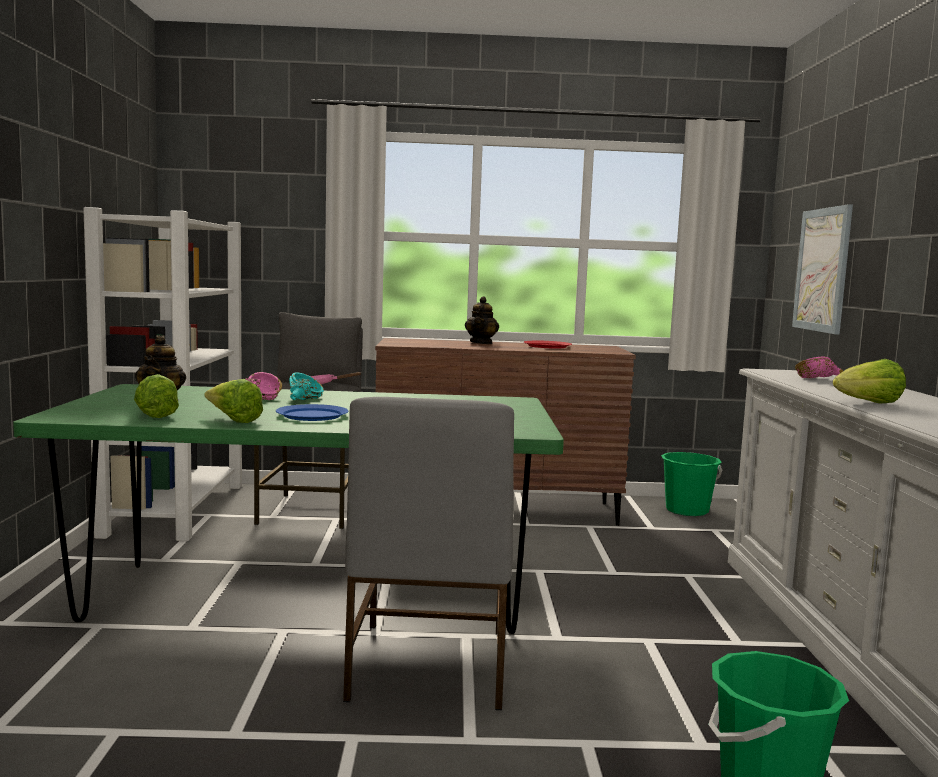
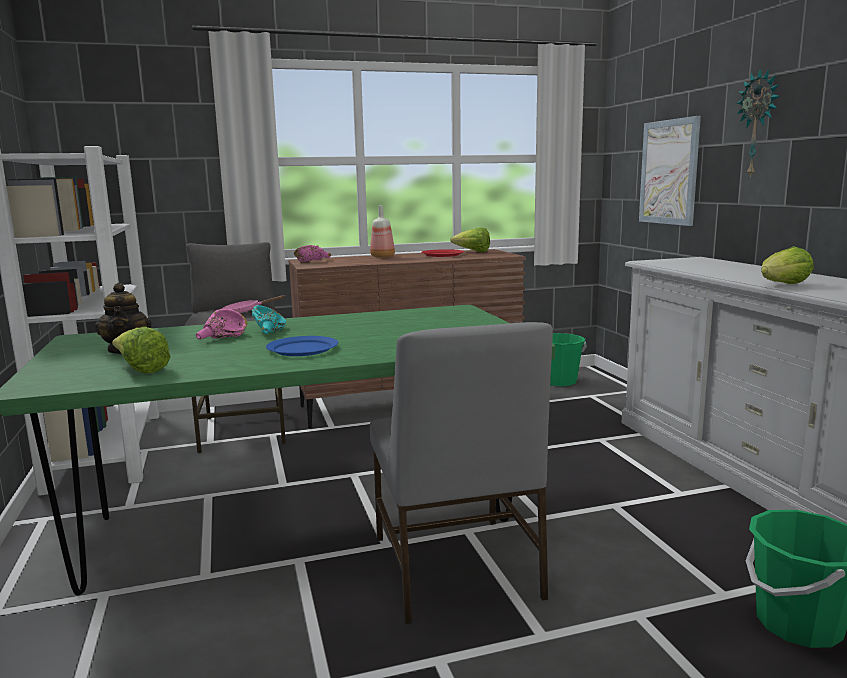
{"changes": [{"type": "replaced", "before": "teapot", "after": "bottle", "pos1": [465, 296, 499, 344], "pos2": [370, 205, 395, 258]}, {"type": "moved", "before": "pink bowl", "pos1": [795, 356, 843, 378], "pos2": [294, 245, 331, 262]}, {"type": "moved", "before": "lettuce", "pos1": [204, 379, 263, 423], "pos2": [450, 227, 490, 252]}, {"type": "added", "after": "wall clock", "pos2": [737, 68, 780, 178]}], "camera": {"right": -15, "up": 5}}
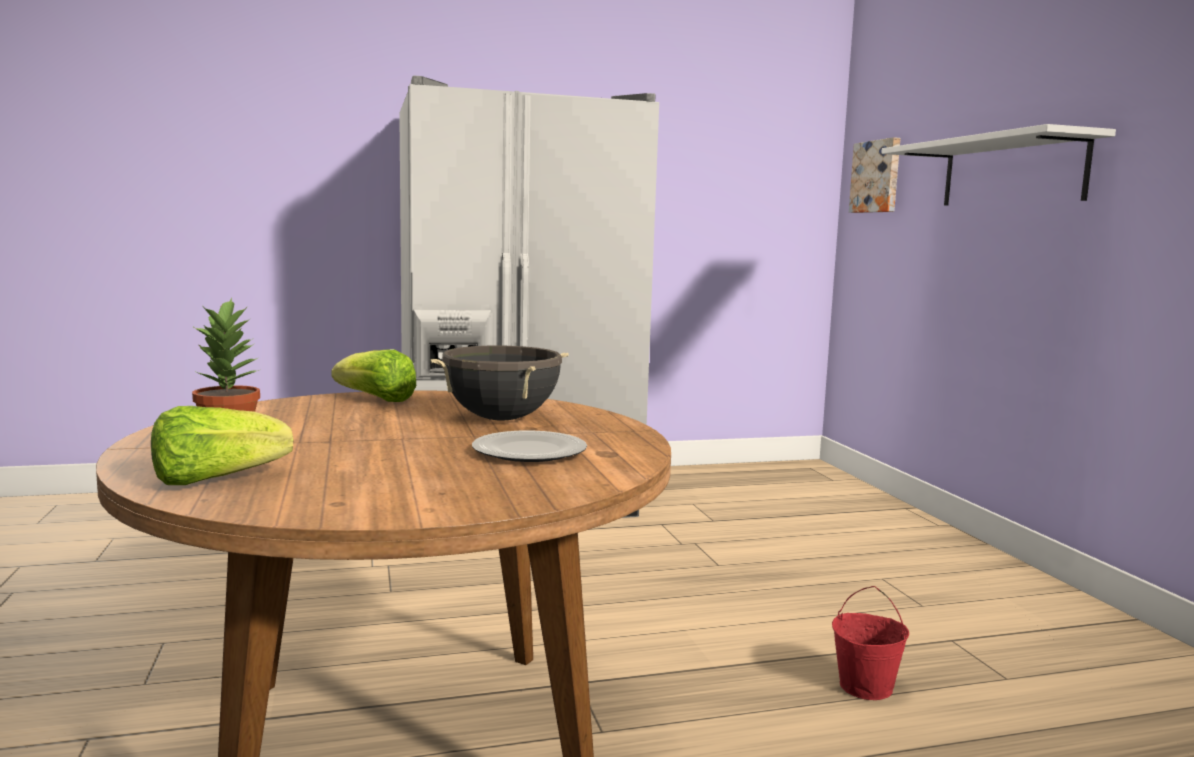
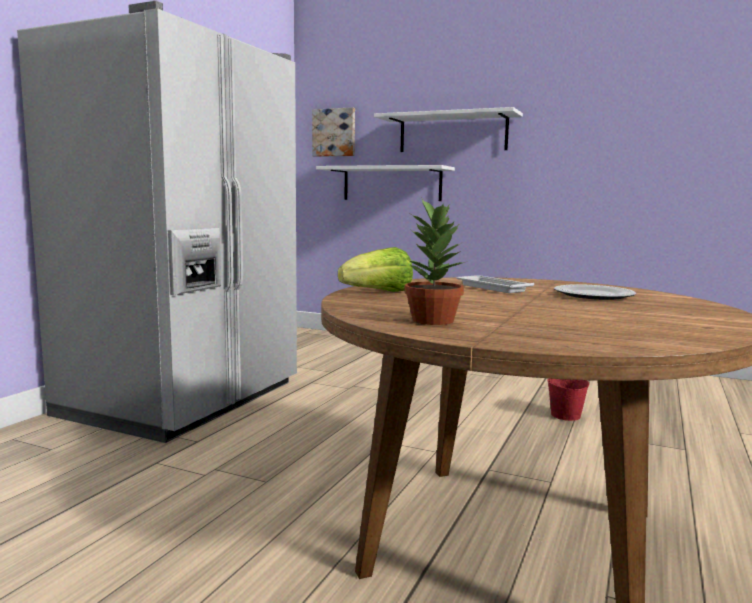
{"changes": [{"type": "replaced", "before": "black cooking pot", "after": "white tray", "pos1": [430, 346, 569, 421], "pos2": [456, 275, 534, 293]}, {"type": "removed", "before": "lettuce", "pos1": [151, 406, 293, 485]}, {"type": "added", "after": "white shelf", "pos2": [316, 165, 455, 201]}], "camera": {"right": -50, "up": 0}}
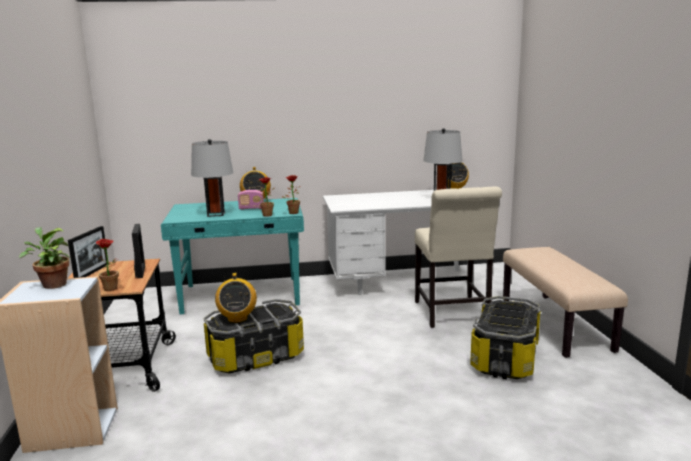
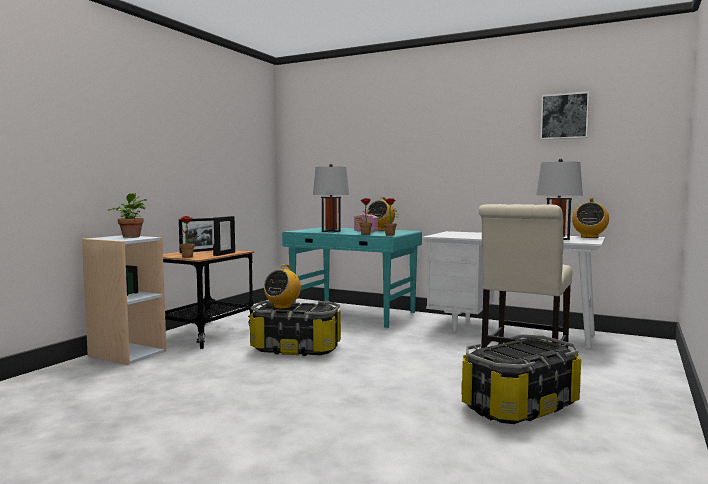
{"changes": [{"type": "removed", "before": "beige bench", "pos1": [503, 247, 628, 358]}, {"type": "added", "after": "picture", "pos2": [540, 91, 590, 140]}], "camera": {"right": 35, "up": -10}}
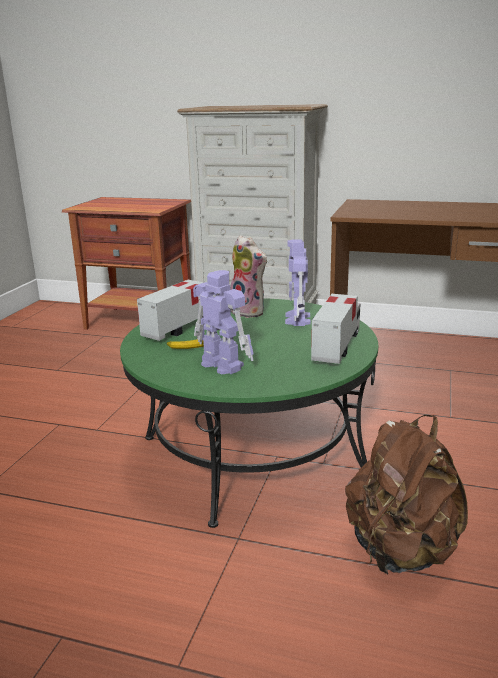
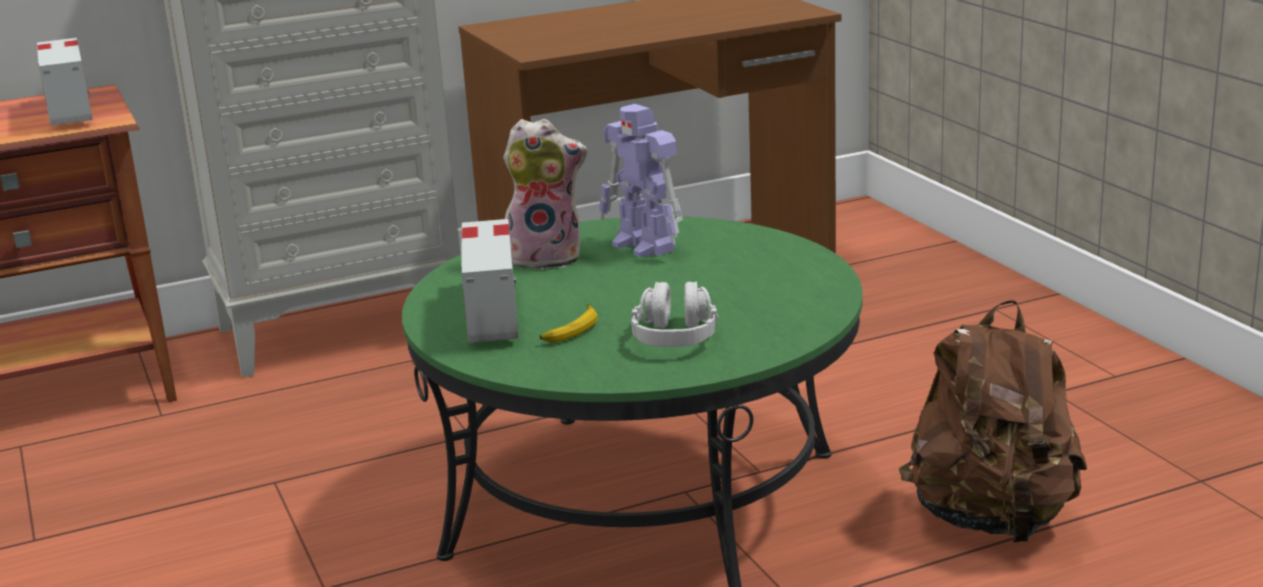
{"changes": [{"type": "replaced", "before": "toy robot", "after": "grey headphones", "pos1": [193, 270, 254, 375], "pos2": [631, 282, 718, 347]}, {"type": "moved", "before": "toy truck", "pos1": [311, 294, 361, 364], "pos2": [37, 38, 93, 126]}], "camera": {"right": -40, "up": 0}}
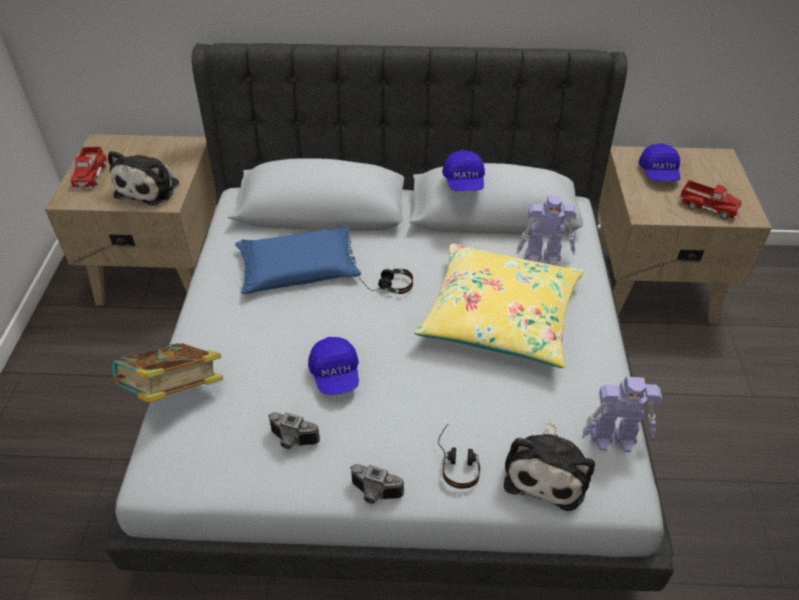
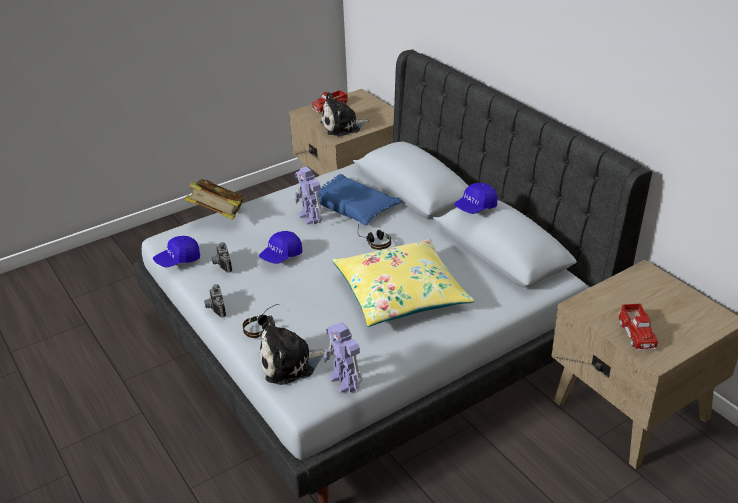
{"changes": [{"type": "moved", "before": "blue cap", "pos1": [638, 143, 680, 181], "pos2": [153, 236, 200, 268]}, {"type": "moved", "before": "toy robot", "pos1": [517, 196, 576, 266], "pos2": [295, 166, 323, 224]}], "camera": {"right": 55, "up": -10}}
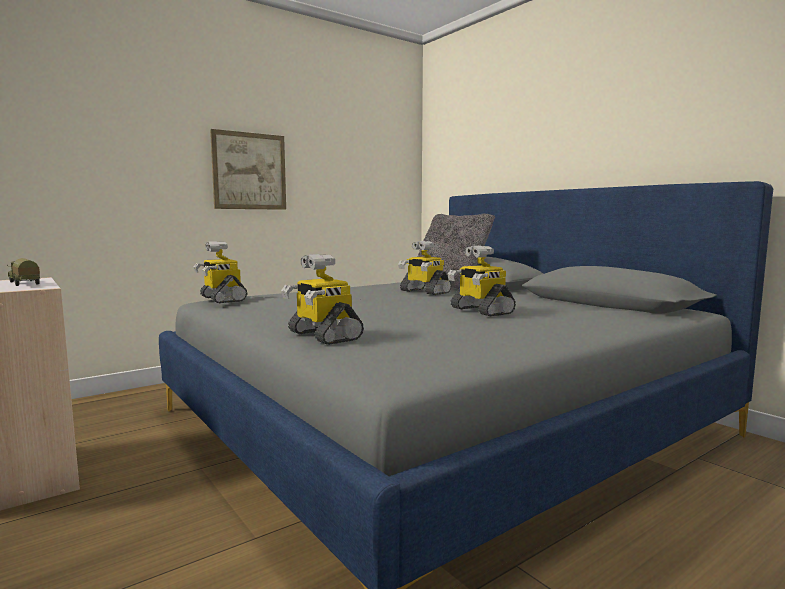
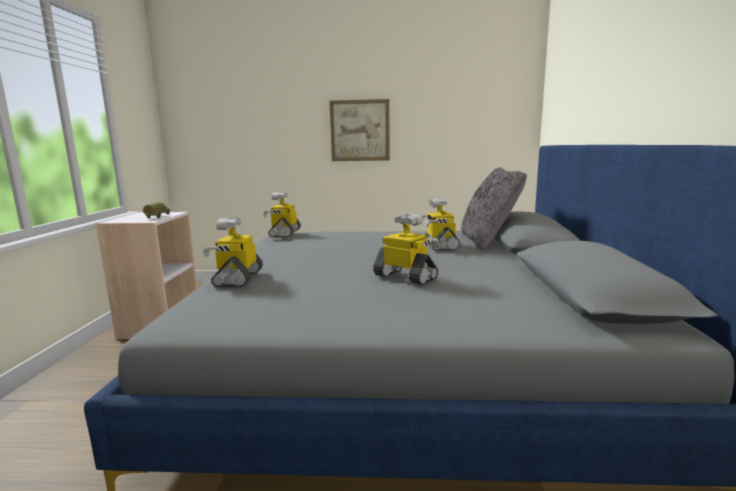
{"changes": [{"type": "turned", "before": "toy robot", "pos1": [447, 246, 516, 316], "pos2": [373, 213, 439, 285], "turn": 120}], "camera": {"right": 40, "up": 5}}
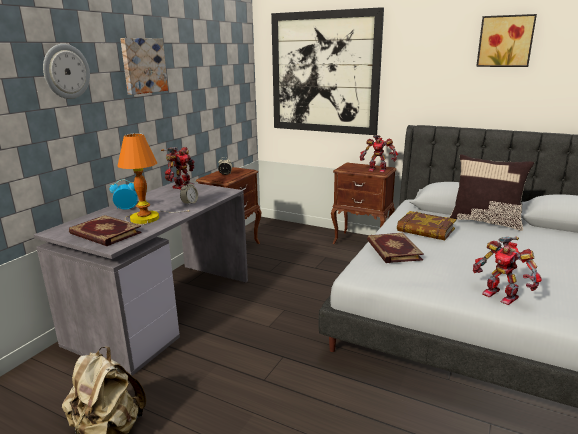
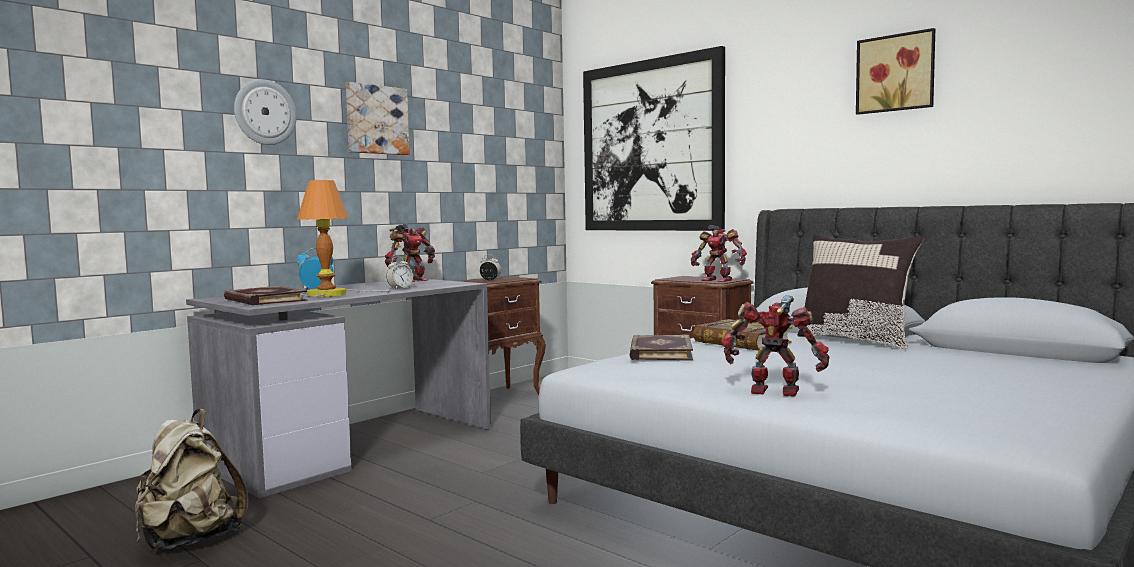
{"changes": [{"type": "turned", "before": "toy robot", "pos1": [473, 237, 541, 305], "pos2": [721, 295, 829, 396], "turn": 135}], "camera": {"right": 15, "up": -15}}
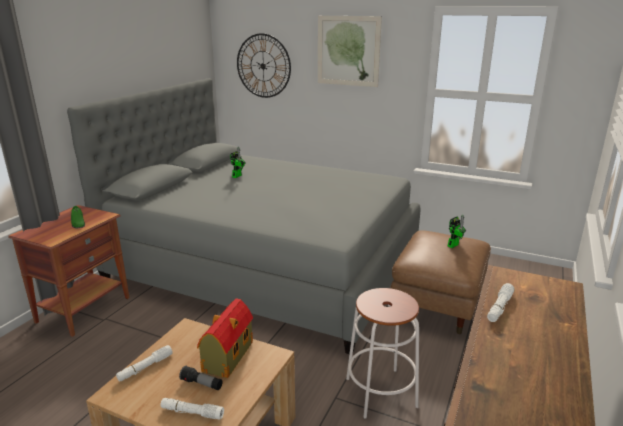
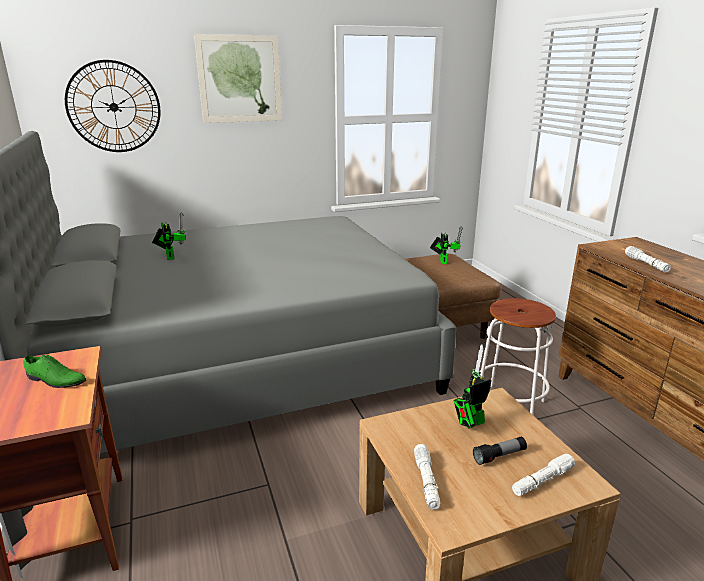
{"changes": [{"type": "replaced", "before": "toy house", "after": "toy robot", "pos1": [197, 299, 253, 378], "pos2": [453, 344, 491, 429]}], "camera": {"right": -45, "up": 0}}
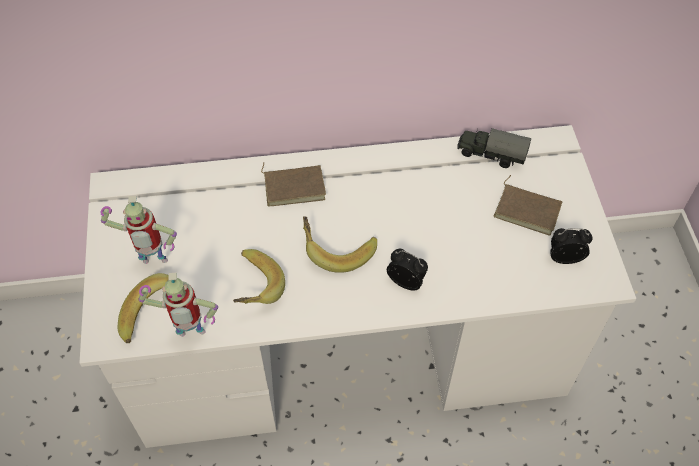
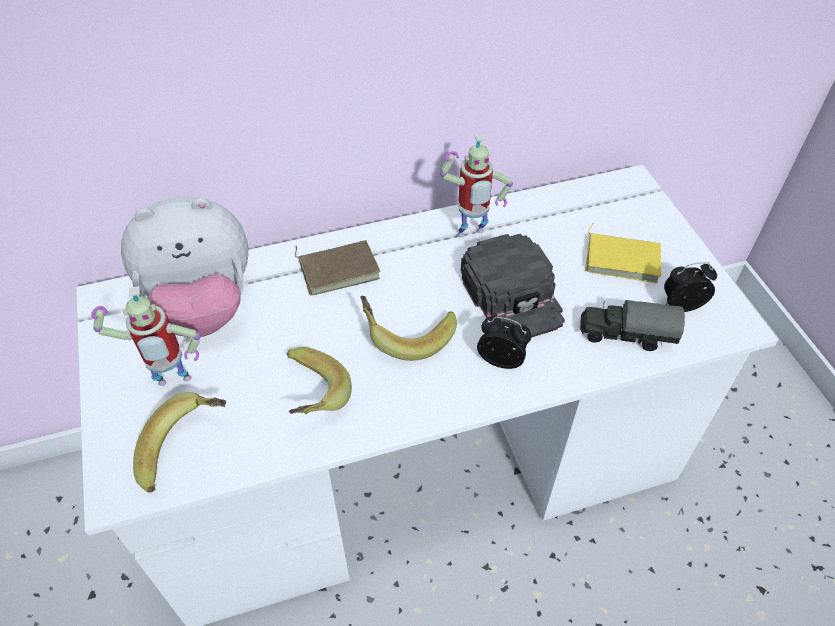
{"changes": [{"type": "moved", "before": "toy truck", "pos1": [457, 128, 531, 168], "pos2": [580, 300, 685, 351]}, {"type": "recoloured", "before": "brown book", "after": "yellow book", "pos1": [494, 175, 562, 235], "pos2": [585, 223, 661, 283]}, {"type": "moved", "before": "toy robot", "pos1": [139, 272, 218, 337], "pos2": [440, 134, 513, 238]}, {"type": "added", "after": "plush toy", "pos2": [121, 196, 248, 337]}, {"type": "added", "after": "black cap", "pos2": [461, 234, 565, 338]}], "camera": {"right": -10, "up": -5}}
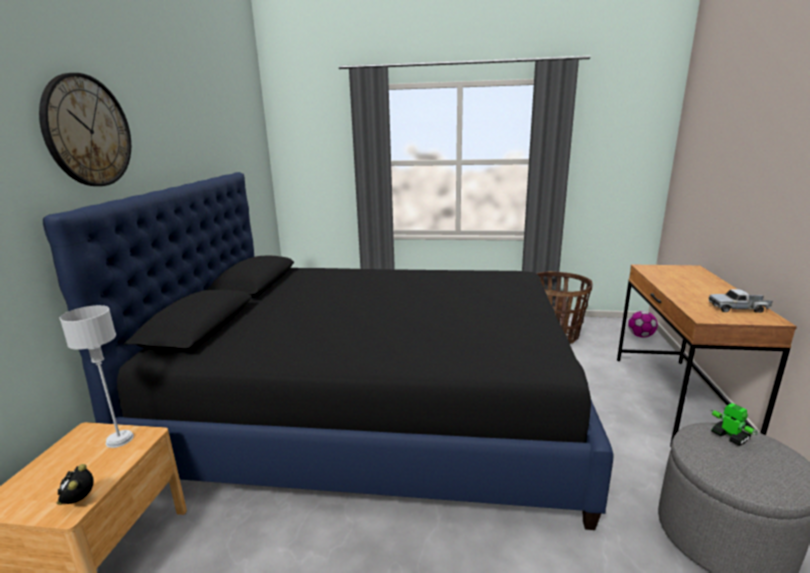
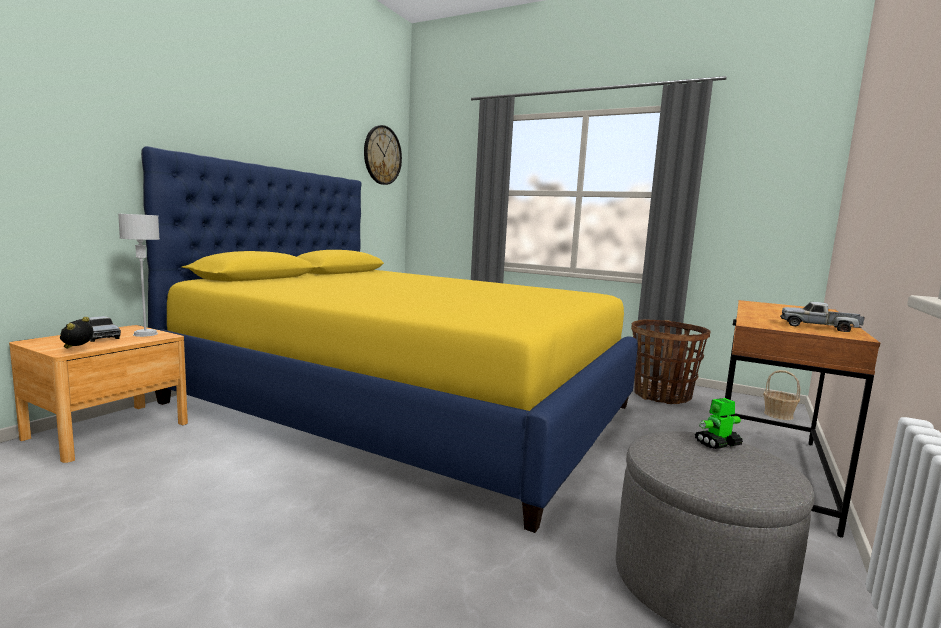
{"changes": [{"type": "moved", "before": "wall clock", "pos1": [39, 73, 131, 186], "pos2": [364, 125, 402, 185]}, {"type": "recoloured", "before": "black bed", "after": "yellow bed", "pos1": [43, 172, 614, 530], "pos2": [141, 146, 638, 533]}, {"type": "replaced", "before": "football", "after": "basket", "pos1": [628, 311, 658, 337], "pos2": [763, 370, 801, 420]}, {"type": "turned", "before": "toy robot", "pos1": [711, 403, 757, 446], "pos2": [695, 398, 743, 449], "turn": -105}, {"type": "added", "after": "toy truck", "pos2": [89, 316, 121, 342]}], "camera": {"right": 20, "up": -10}}
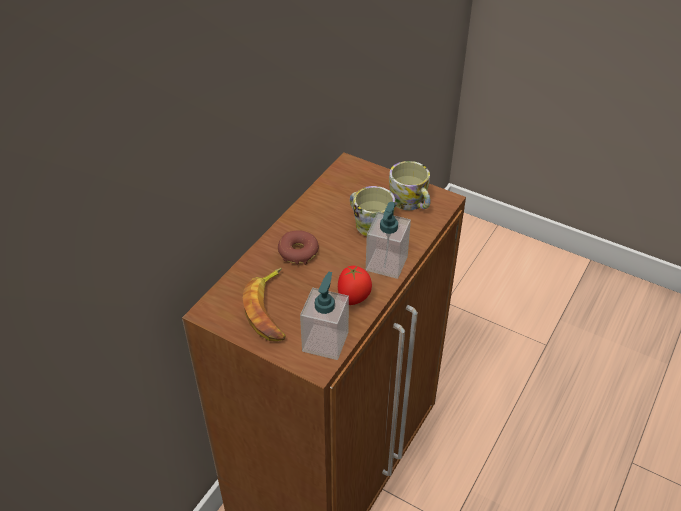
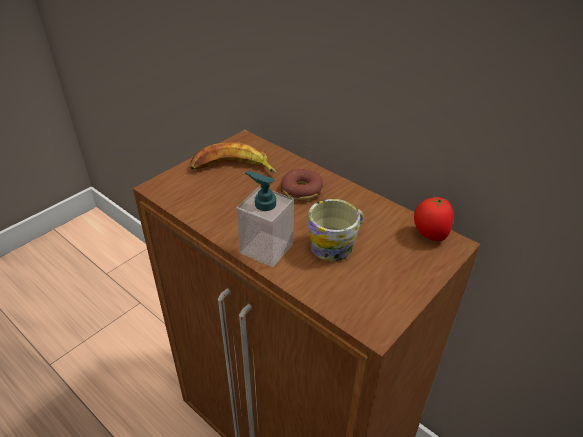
{"changes": [{"type": "removed", "before": "mug", "pos1": [389, 161, 431, 210]}, {"type": "moved", "before": "tomato", "pos1": [338, 266, 372, 305], "pos2": [414, 197, 453, 241]}, {"type": "removed", "before": "soap dispenser", "pos1": [300, 272, 349, 360]}], "camera": {"right": 100, "up": -5}}
